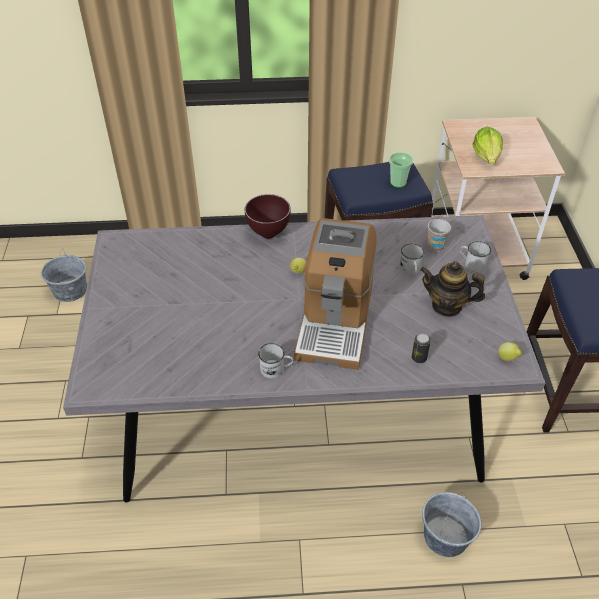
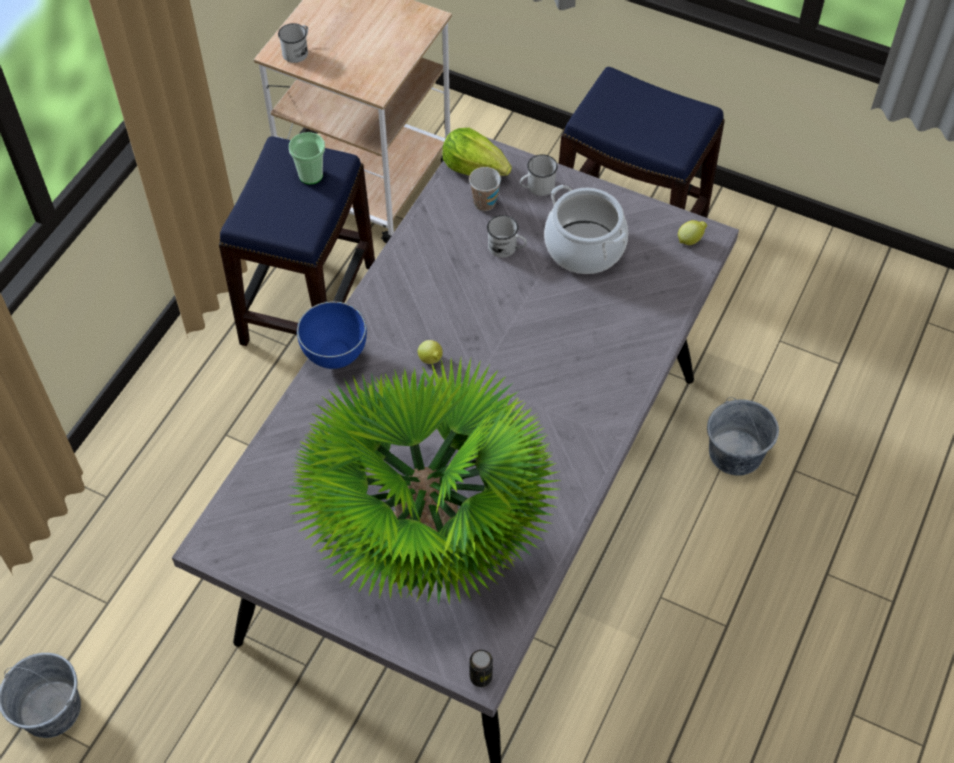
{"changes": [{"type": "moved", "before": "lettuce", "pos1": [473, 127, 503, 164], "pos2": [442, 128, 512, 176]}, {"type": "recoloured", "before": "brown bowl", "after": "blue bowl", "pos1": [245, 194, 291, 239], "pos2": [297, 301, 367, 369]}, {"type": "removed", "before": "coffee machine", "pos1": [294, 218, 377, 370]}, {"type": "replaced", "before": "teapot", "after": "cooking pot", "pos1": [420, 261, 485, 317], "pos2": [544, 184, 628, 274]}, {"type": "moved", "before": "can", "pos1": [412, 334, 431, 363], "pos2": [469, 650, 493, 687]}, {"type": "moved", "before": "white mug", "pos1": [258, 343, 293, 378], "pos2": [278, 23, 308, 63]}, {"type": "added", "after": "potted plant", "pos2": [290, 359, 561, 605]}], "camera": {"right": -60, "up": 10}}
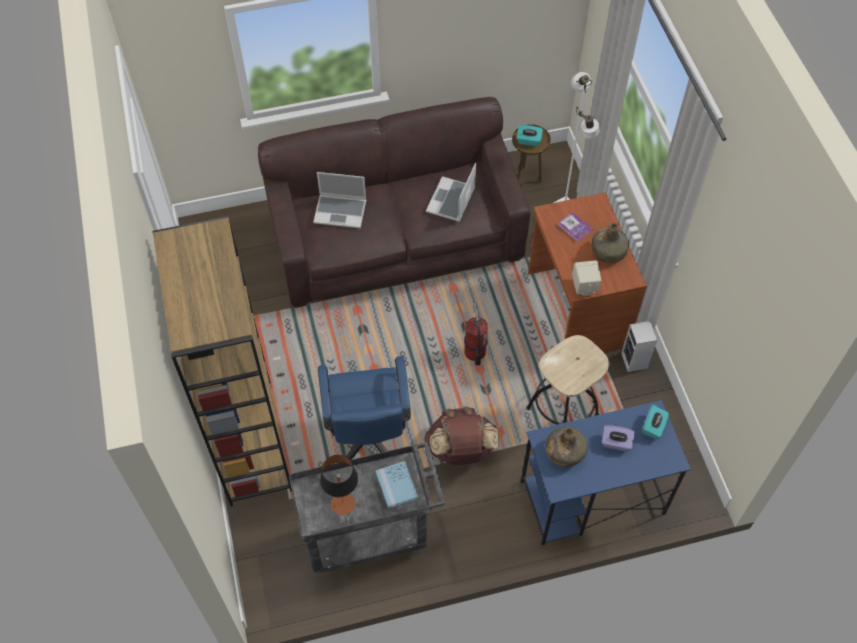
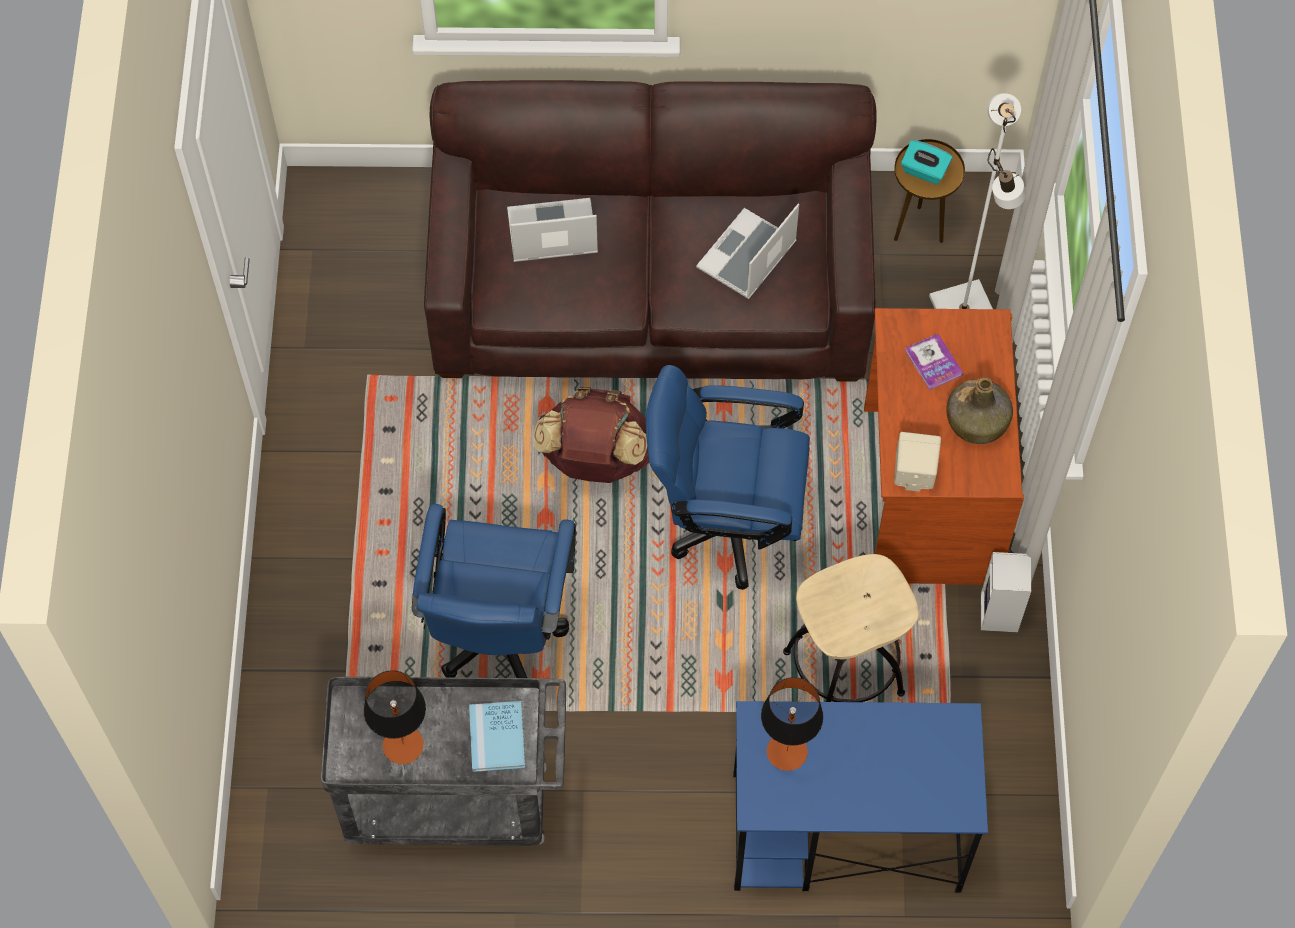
{"changes": [{"type": "turned", "before": "laptop", "pos1": [313, 172, 366, 228], "pos2": [507, 198, 598, 262], "turn": 150}, {"type": "removed", "before": "brown bookcase", "pos1": [152, 216, 292, 506]}, {"type": "replaced", "before": "fire extinguisher", "after": "blue office chair", "pos1": [464, 303, 488, 366], "pos2": [646, 365, 810, 590]}, {"type": "removed", "before": "turquoise tissue box", "pos1": [642, 405, 669, 439]}, {"type": "moved", "before": "brown backpack", "pos1": [424, 407, 499, 465], "pos2": [534, 387, 649, 483]}, {"type": "removed", "before": "purple tissue box", "pos1": [602, 425, 635, 452]}, {"type": "replaced", "before": "green bottle", "after": "table lamp", "pos1": [545, 426, 588, 467], "pos2": [761, 677, 823, 771]}], "camera": {"right": 15, "up": 5}}
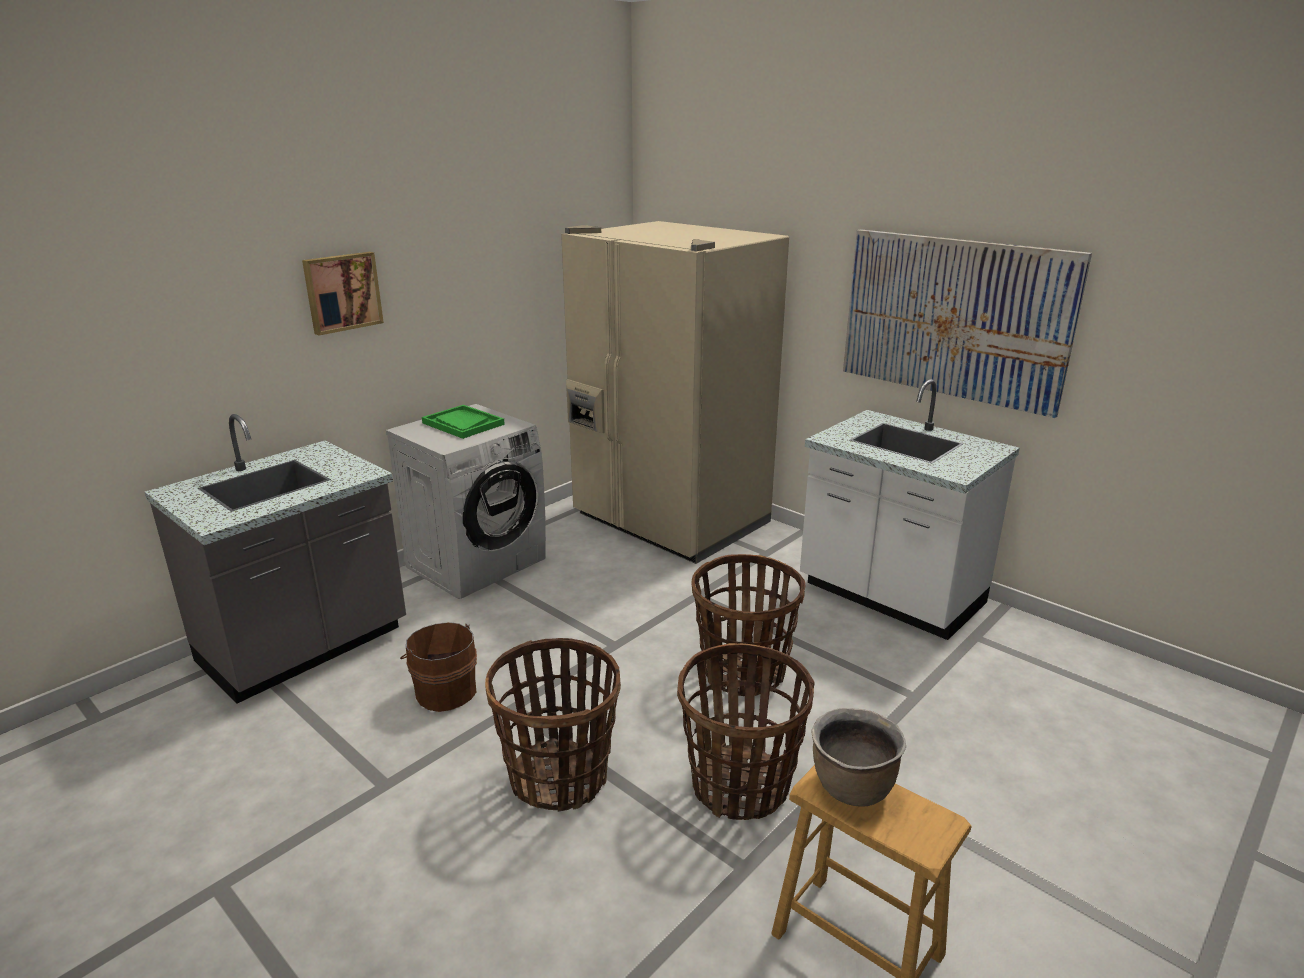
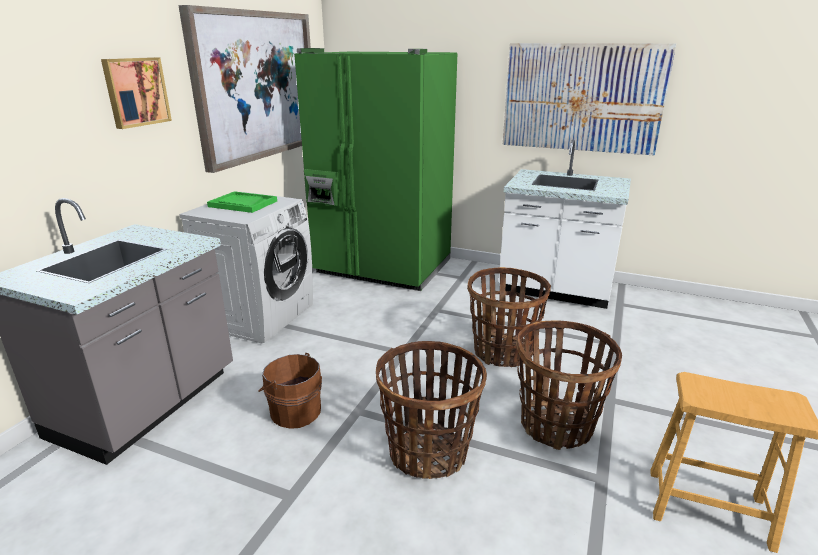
{"changes": [{"type": "recoloured", "before": "beige fridge", "after": "green fridge", "pos1": [561, 221, 789, 564], "pos2": [294, 48, 457, 291]}, {"type": "removed", "before": "brown cooking pot", "pos1": [811, 708, 906, 807]}, {"type": "added", "after": "picture", "pos2": [178, 5, 311, 173]}], "camera": {"right": -20, "up": 0}}
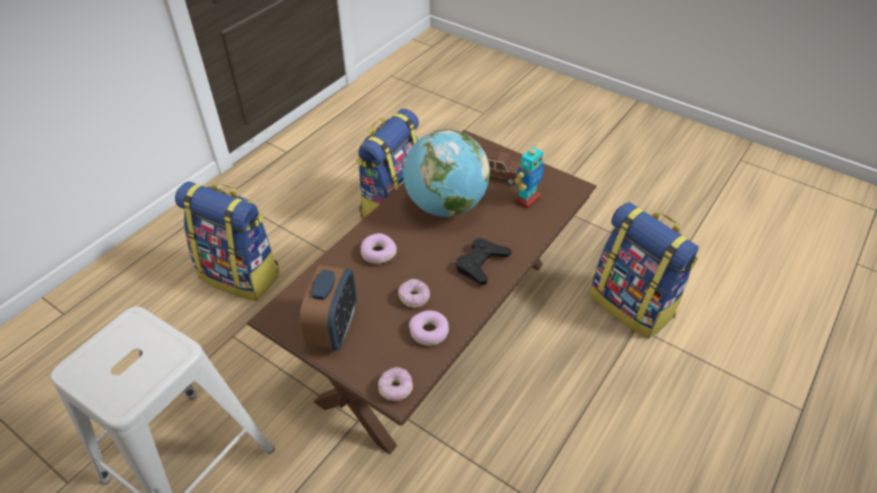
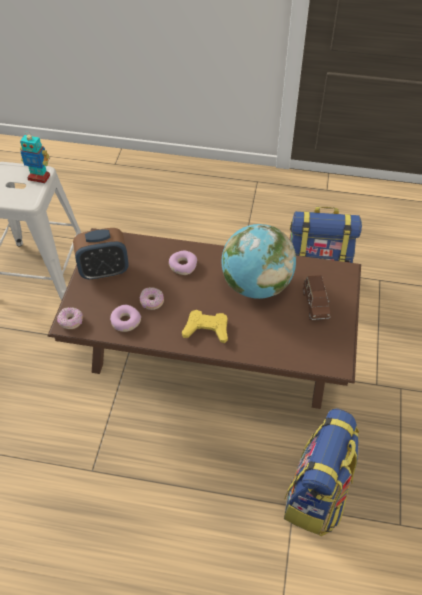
{"changes": [{"type": "moved", "before": "toy robot", "pos1": [514, 144, 545, 209], "pos2": [20, 131, 50, 183]}, {"type": "removed", "before": "backpack", "pos1": [175, 181, 280, 301]}, {"type": "recoloured", "before": "black game controller", "after": "yellow game controller", "pos1": [456, 238, 512, 285], "pos2": [182, 310, 228, 343]}], "camera": {"right": 65, "up": 5}}
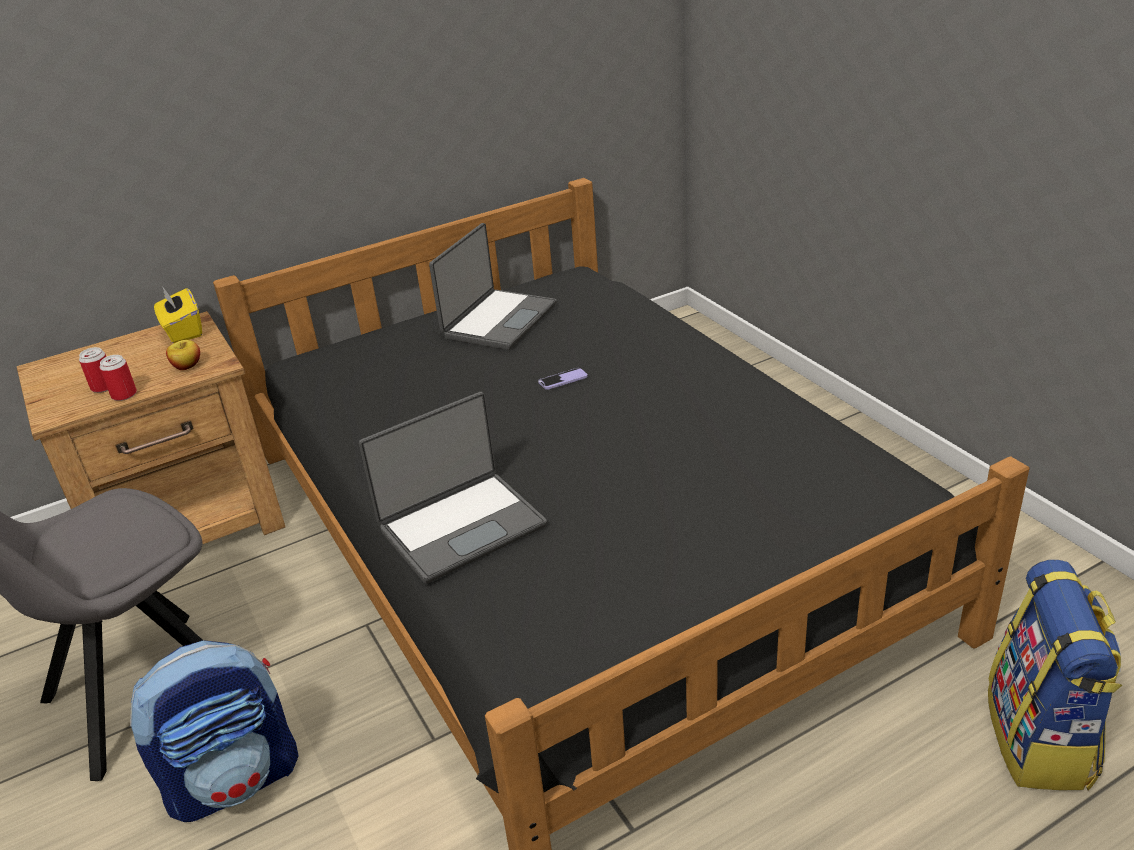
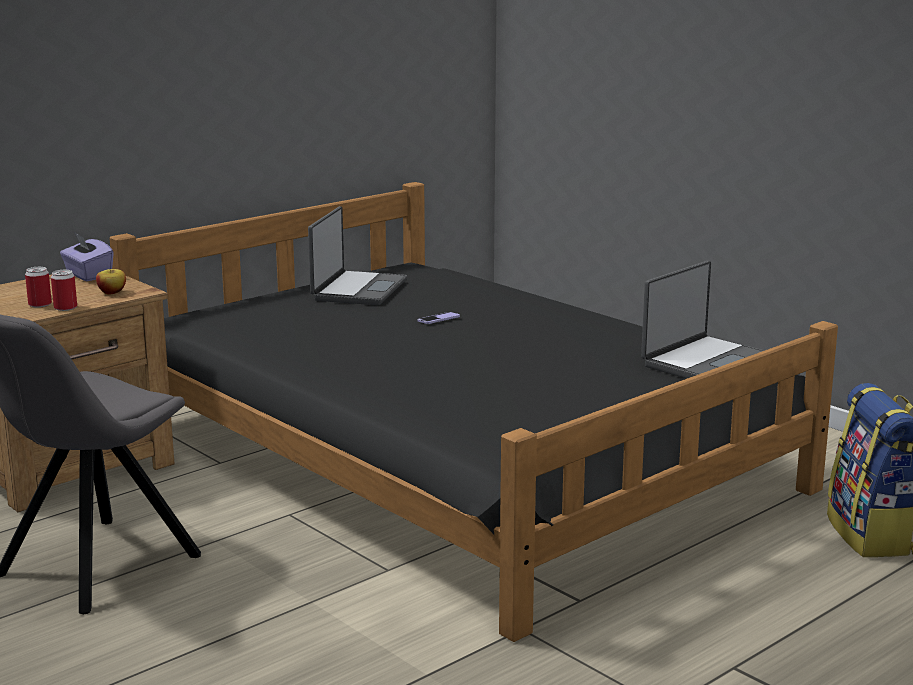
{"changes": [{"type": "recoloured", "before": "yellow tissue box", "after": "purple tissue box", "pos1": [154, 288, 202, 343], "pos2": [60, 233, 114, 281]}, {"type": "moved", "before": "laptop", "pos1": [359, 392, 547, 584], "pos2": [641, 261, 765, 379]}, {"type": "removed", "before": "backpack", "pos1": [130, 640, 298, 822]}], "camera": {"right": -15, "up": -15}}
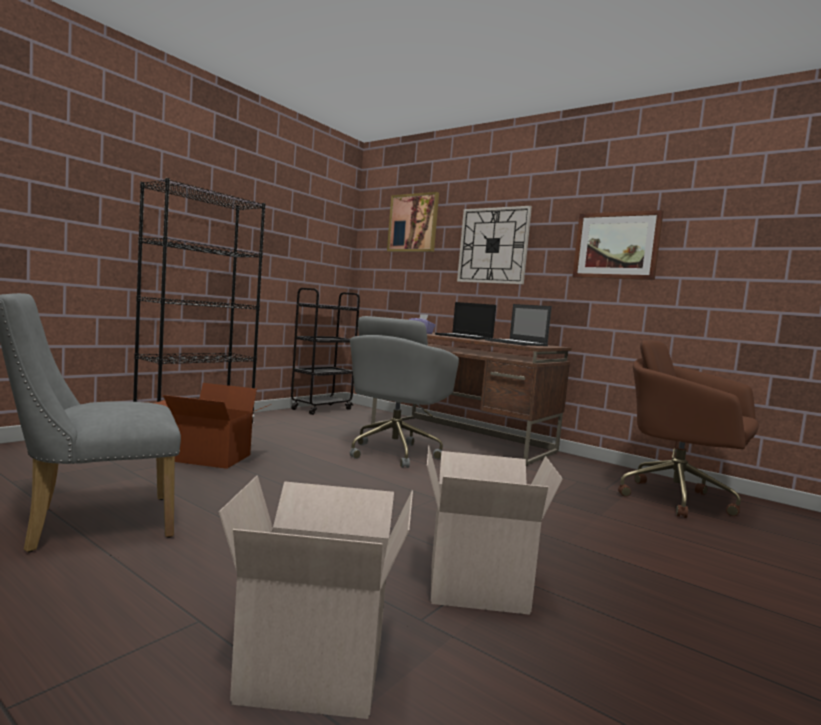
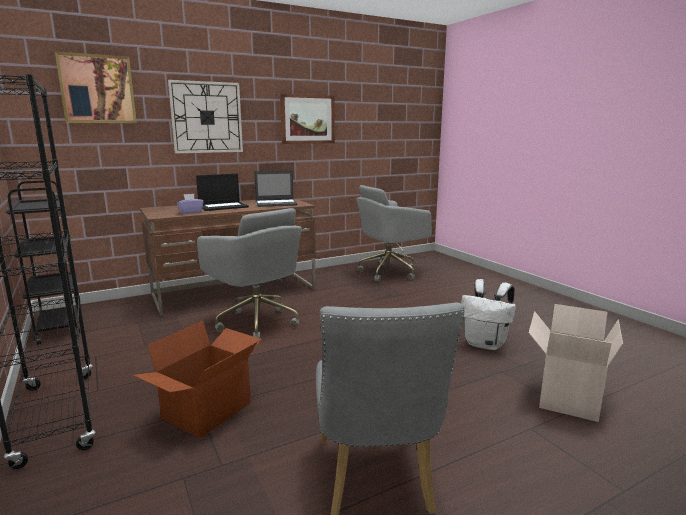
{"changes": [{"type": "recoloured", "before": "brown office chair", "after": "grey office chair", "pos1": [618, 340, 759, 518], "pos2": [356, 185, 432, 281]}, {"type": "replaced", "before": "cardboard box", "after": "white backpack", "pos1": [427, 445, 563, 615], "pos2": [461, 279, 516, 350]}], "camera": {"right": -65, "up": 10}}
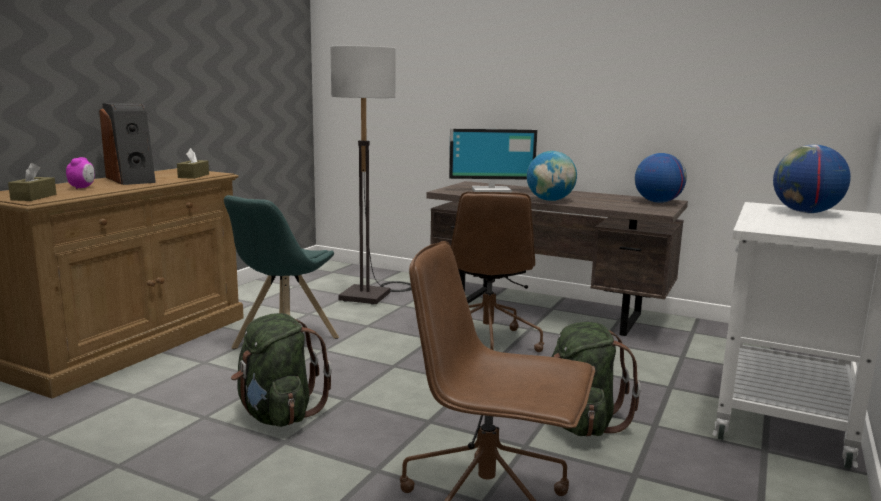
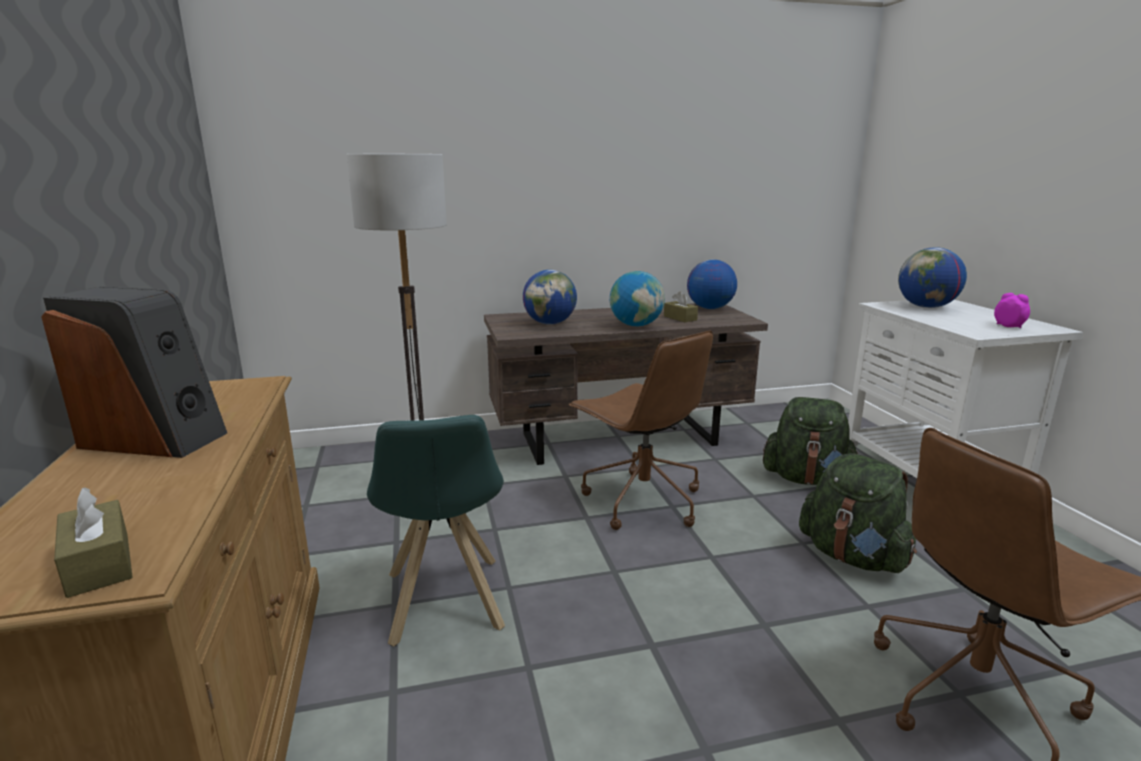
{"changes": [{"type": "replaced", "before": "monitor", "after": "globe", "pos1": [449, 128, 537, 193], "pos2": [523, 270, 577, 325]}, {"type": "moved", "before": "brown tissue box", "pos1": [177, 148, 209, 179], "pos2": [664, 291, 698, 322]}, {"type": "moved", "before": "alarm clock", "pos1": [66, 157, 95, 189], "pos2": [994, 293, 1030, 328]}, {"type": "moved", "before": "green backpack", "pos1": [231, 313, 332, 427], "pos2": [763, 397, 858, 485]}], "camera": {"right": -40, "up": 5}}
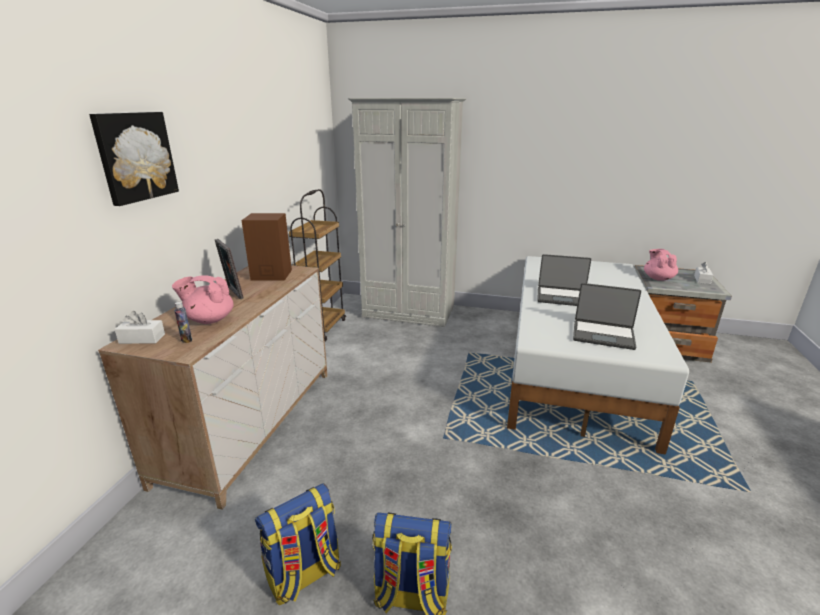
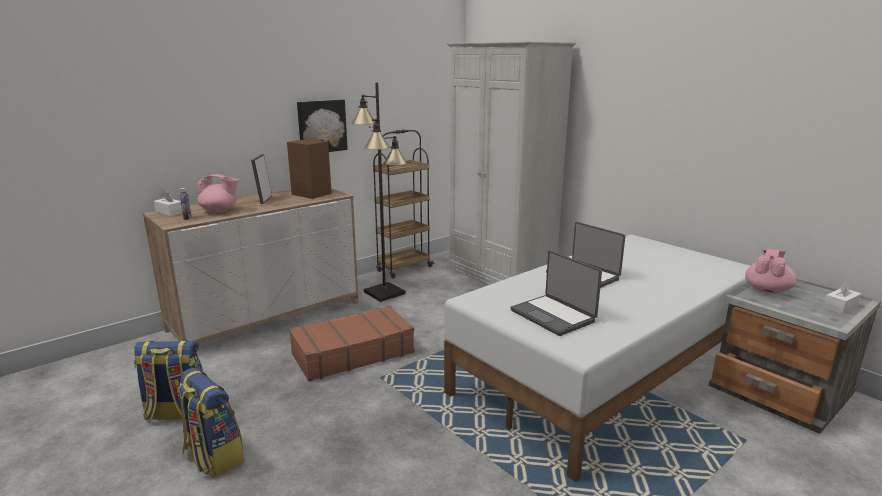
{"changes": [{"type": "moved", "before": "picture", "pos1": [89, 112, 179, 206], "pos2": [297, 100, 348, 152]}, {"type": "turned", "before": "pink teapot", "pos1": [172, 276, 234, 324], "pos2": [197, 174, 239, 213], "turn": 150}, {"type": "added", "after": "black floor lamp", "pos2": [351, 83, 408, 302]}, {"type": "added", "after": "brown suitcase", "pos2": [289, 305, 415, 382]}], "camera": {"right": 35, "up": -5}}
